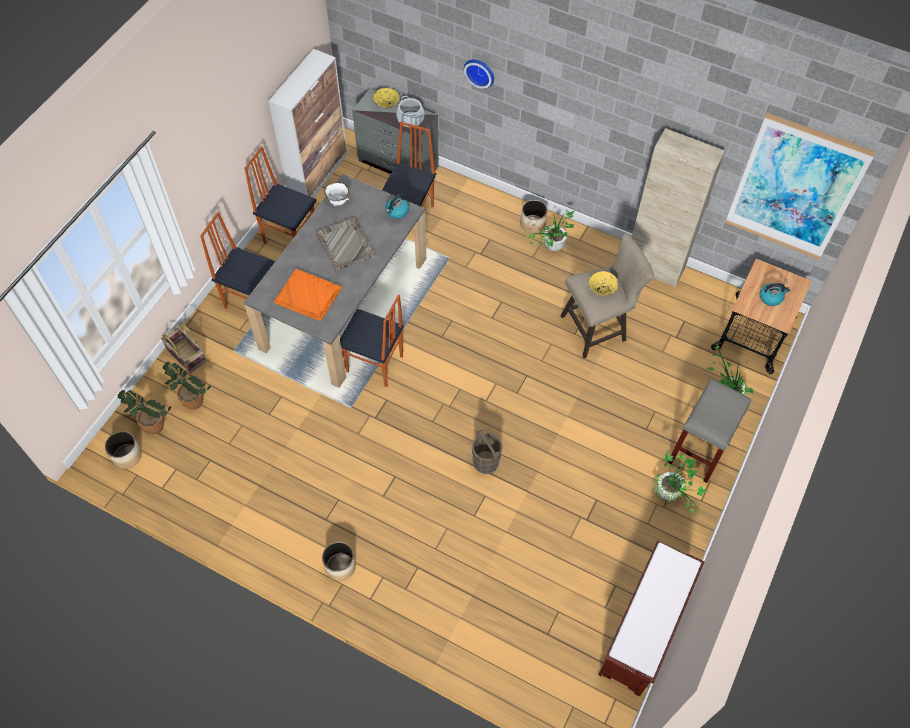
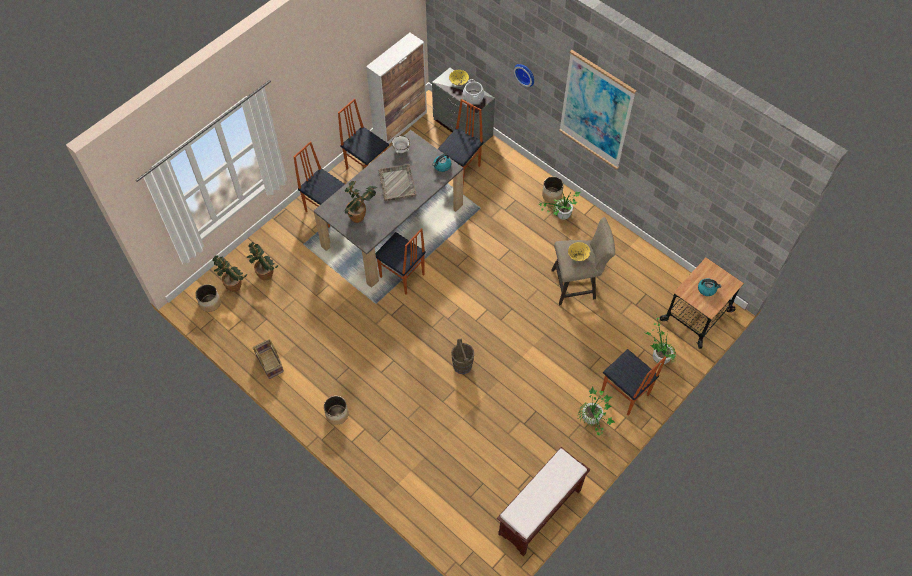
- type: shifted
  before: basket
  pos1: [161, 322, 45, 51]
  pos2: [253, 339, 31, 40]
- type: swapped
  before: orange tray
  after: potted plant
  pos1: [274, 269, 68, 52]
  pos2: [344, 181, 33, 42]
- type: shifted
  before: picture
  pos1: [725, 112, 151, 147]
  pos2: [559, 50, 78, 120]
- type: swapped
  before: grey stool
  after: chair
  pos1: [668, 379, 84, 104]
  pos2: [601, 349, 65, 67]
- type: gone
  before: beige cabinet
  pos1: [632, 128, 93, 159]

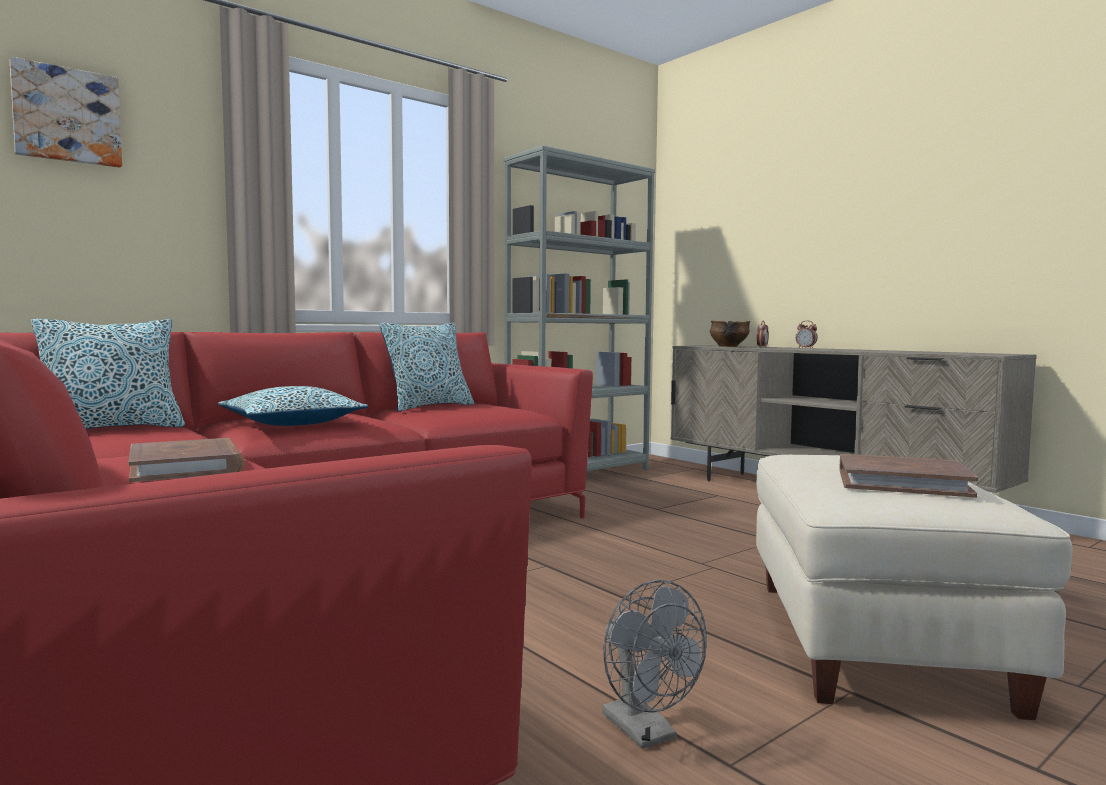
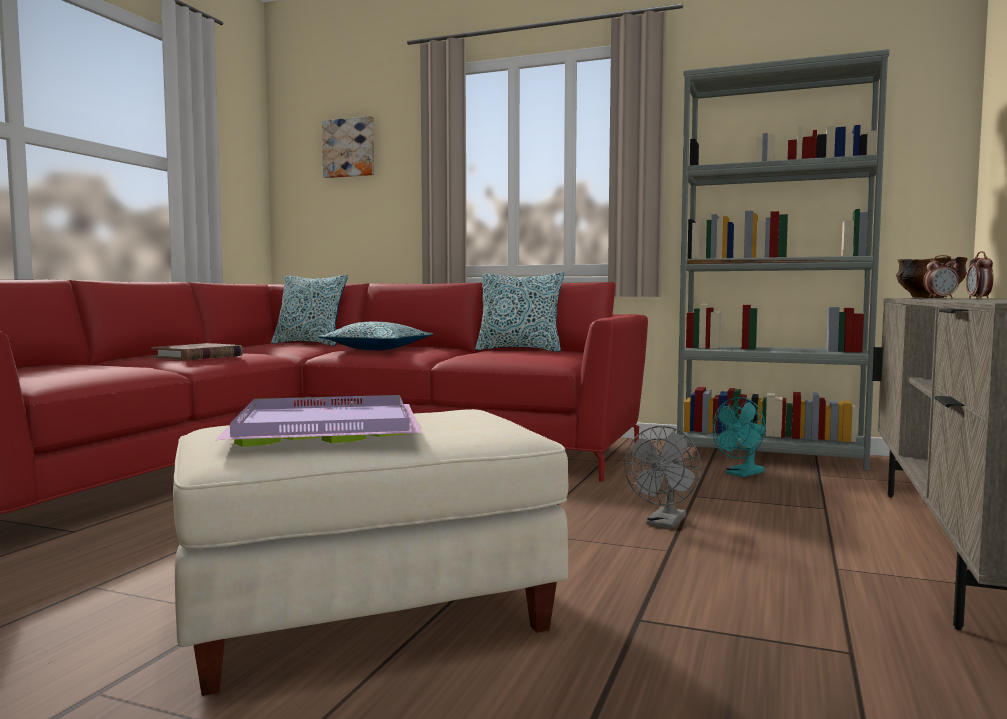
- type: swapped
  before: brown book
  after: purple tray
  pos1: [840, 454, 138, 44]
  pos2: [215, 395, 207, 52]
- type: shifted
  before: grey fan
  pos1: [602, 580, 105, 169]
  pos2: [624, 426, 77, 103]
- type: new
  after: turquoise fan
  pos2: [712, 397, 53, 80]

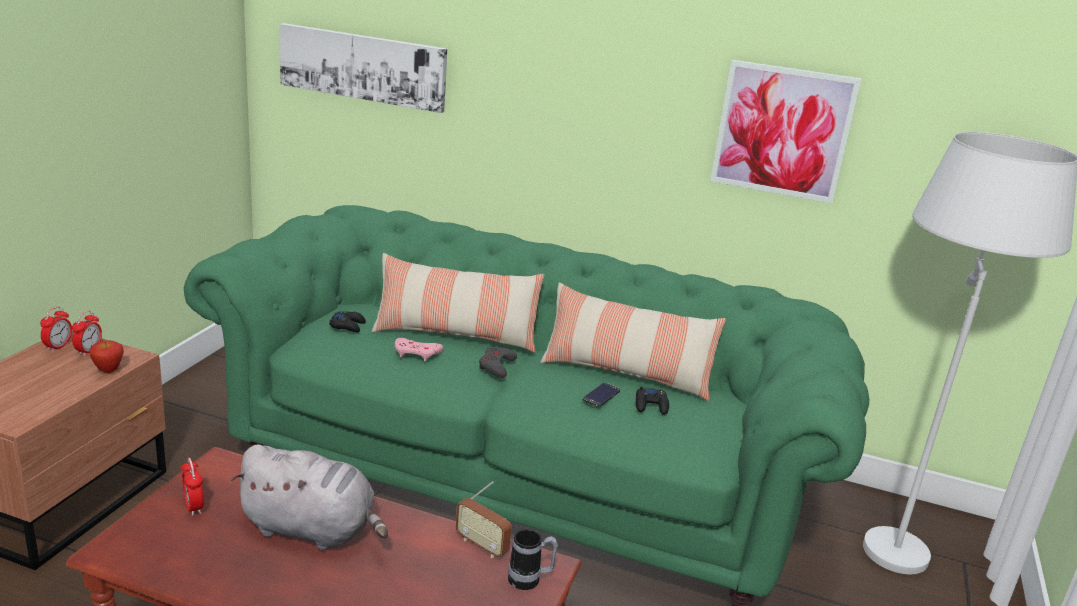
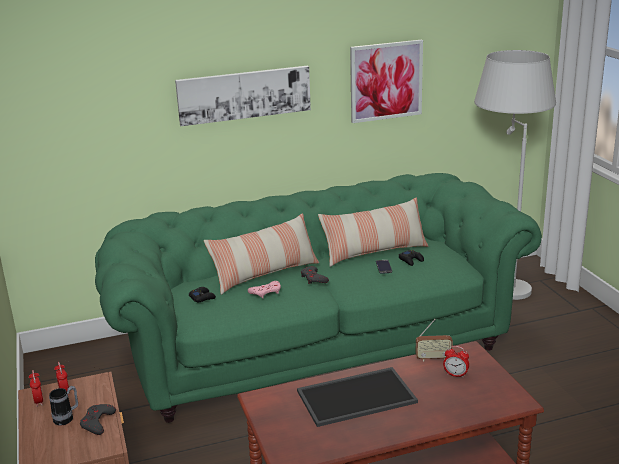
- type: shifted
  before: mug
  pos1: [508, 529, 50, 61]
  pos2: [49, 386, 29, 40]
- type: new
  after: grey game controller
  pos2: [80, 404, 36, 31]
- type: shifted
  before: picture
  pos1: [279, 23, 168, 90]
  pos2: [175, 66, 136, 60]
- type: swapped
  before: grey plush toy
  after: tray
  pos1: [231, 445, 157, 105]
  pos2: [297, 367, 121, 60]
- type: shifted
  before: alarm clock
  pos1: [180, 458, 24, 58]
  pos2: [443, 346, 26, 32]
- type: gone
  before: apple
  pos1: [89, 340, 35, 33]

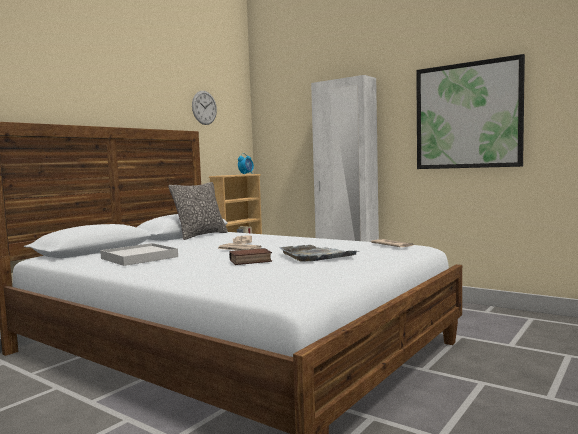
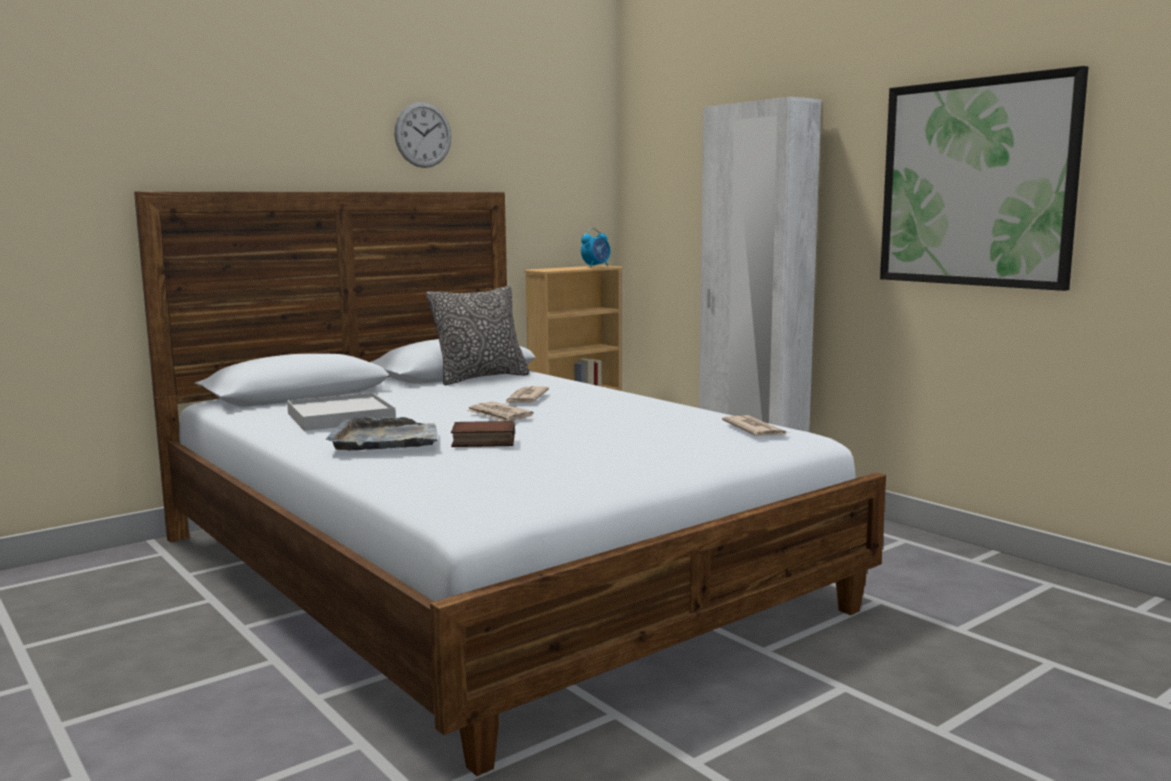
- type: shifted
  before: grey tray
  pos1: [280, 245, 77, 17]
  pos2: [326, 417, 112, 34]
- type: shifted
  before: wall clock
  pos1: [192, 91, 25, 34]
  pos2: [394, 102, 57, 66]

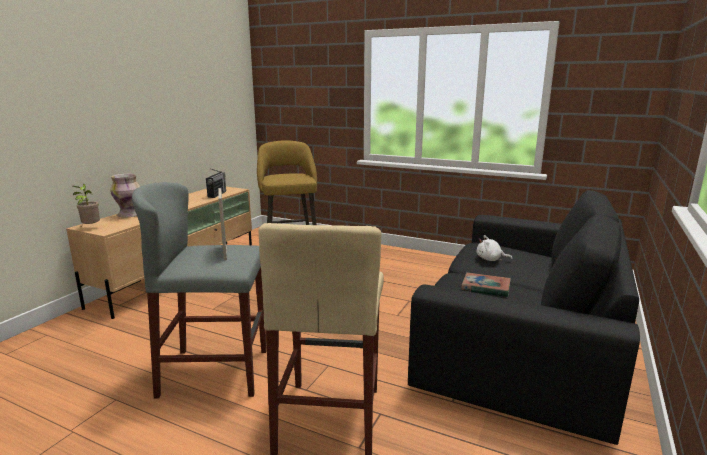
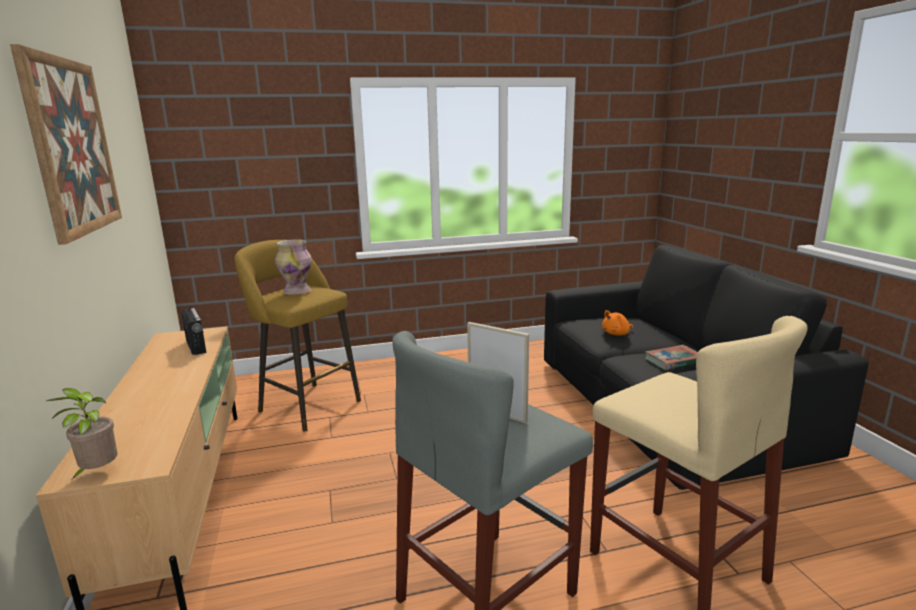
- type: new
  after: picture
  pos2: [10, 44, 112, 201]
- type: shifted
  before: vase
  pos1: [110, 174, 31, 44]
  pos2: [275, 240, 37, 55]
- type: repainted
  before: white plush toy
  after: orange plush toy
  pos1: [477, 235, 36, 26]
  pos2: [602, 310, 31, 25]

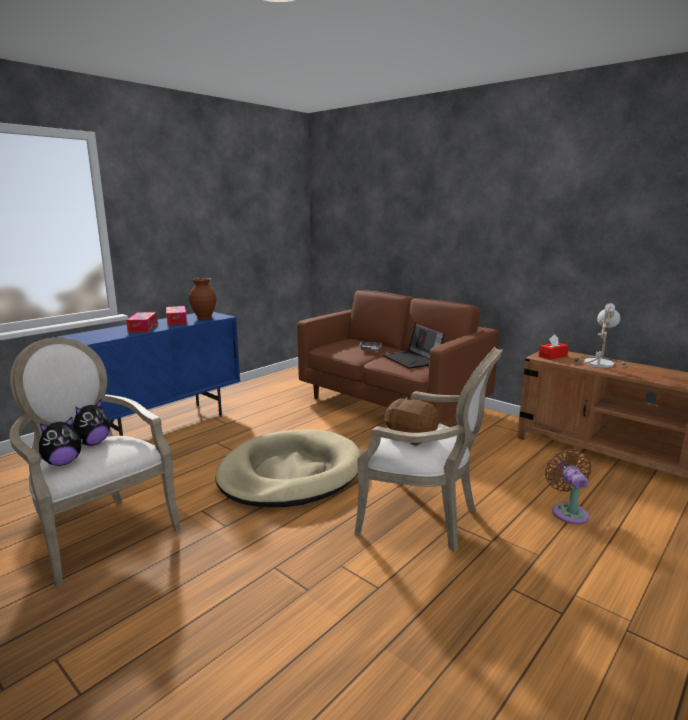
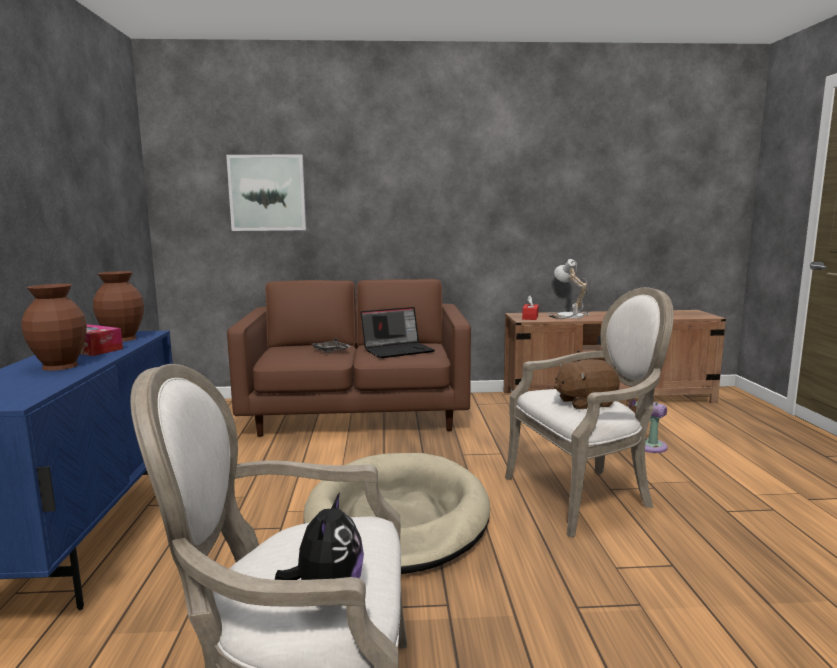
- type: swapped
  before: tissue box
  after: brown vase
  pos1: [126, 312, 32, 21]
  pos2: [21, 284, 66, 87]
- type: new
  after: picture
  pos2: [226, 155, 80, 76]
- type: rotated
  before: laptop
  pos1: [383, 322, 62, 47]
  pos2: [360, 307, 75, 51]
  turn: -45
- type: gone
  before: plush toy
  pos1: [73, 400, 37, 46]

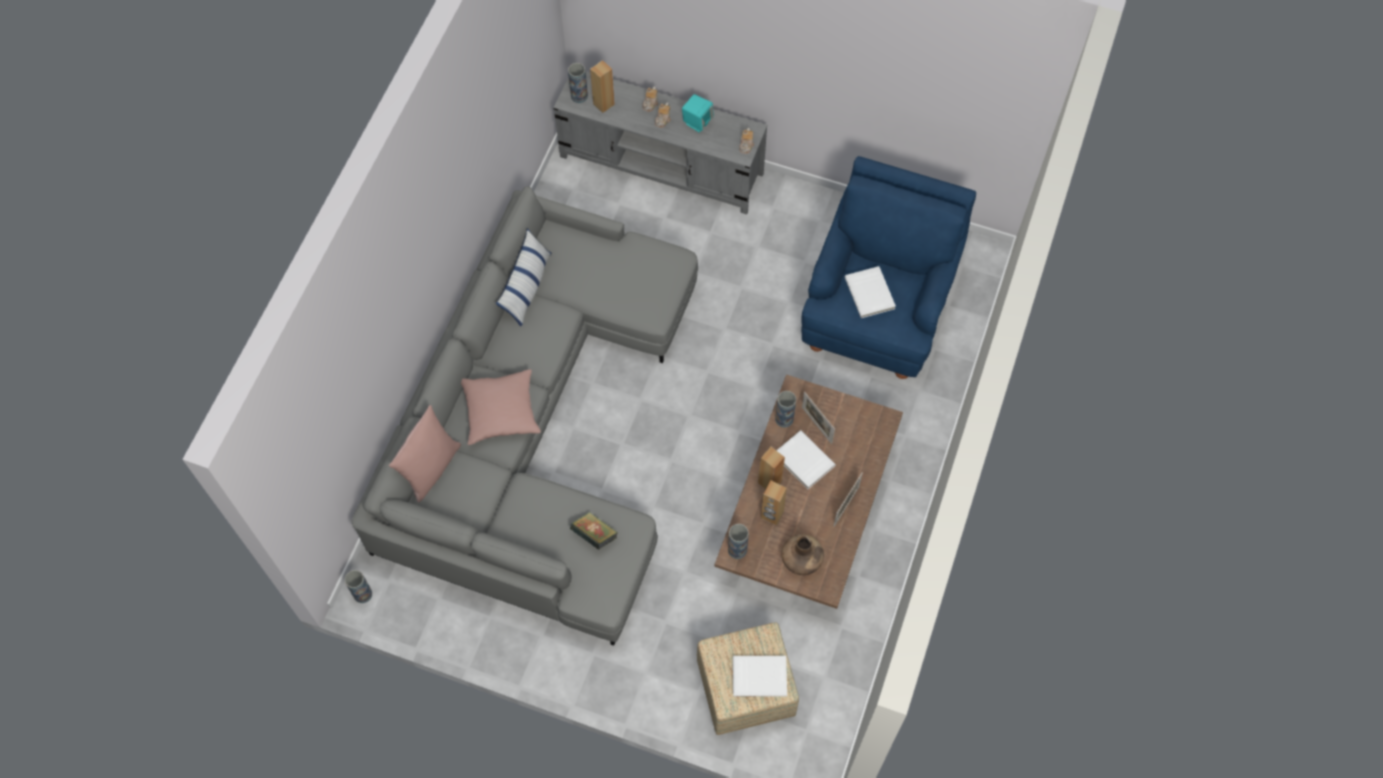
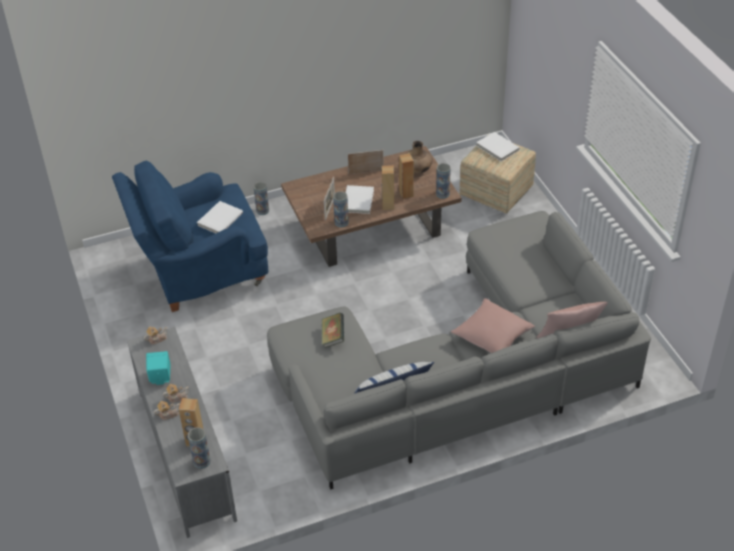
- type: shifted
  before: vase
  pos1: [345, 570, 27, 33]
  pos2: [254, 182, 15, 33]
- type: shifted
  before: book
  pos1: [570, 512, 48, 38]
  pos2: [322, 313, 22, 35]

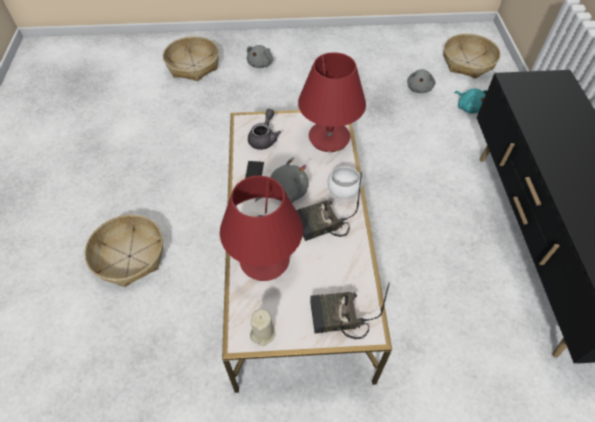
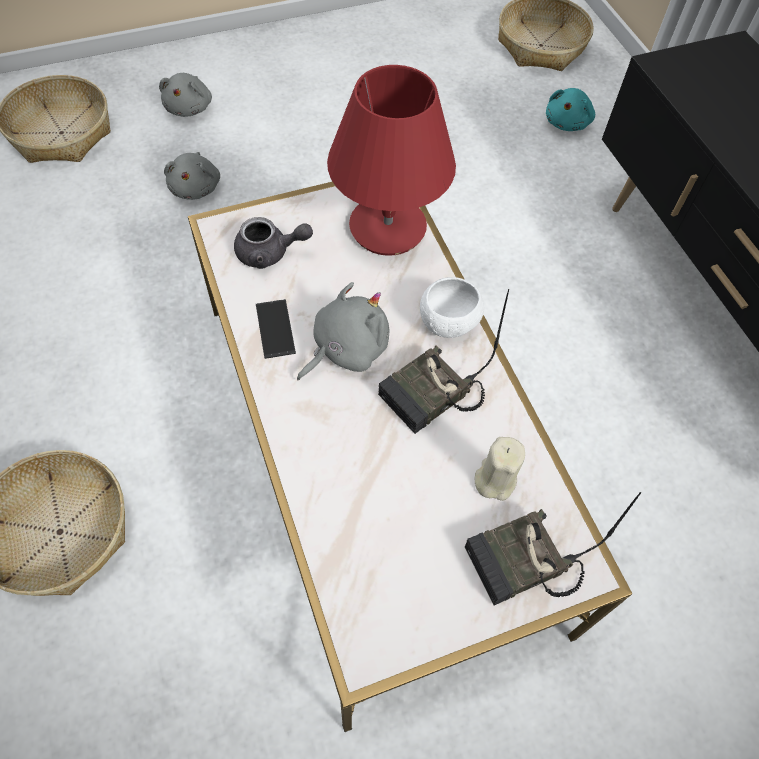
- type: shifted
  before: grey plush toy
  pos1: [407, 69, 28, 24]
  pos2: [164, 152, 56, 48]
- type: rotated
  before: grey teapot
  pos1: [248, 109, 33, 41]
  pos2: [234, 217, 79, 52]
  turn: 90
- type: shifted
  before: beige candle
  pos1: [250, 308, 26, 38]
  pos2: [475, 437, 50, 64]
- type: rotated
  before: turquoise plush toy
  pos1: [455, 88, 32, 25]
  pos2: [546, 88, 49, 43]
  turn: 75
- type: gone
  before: red table lamp
  pos1: [220, 176, 83, 105]

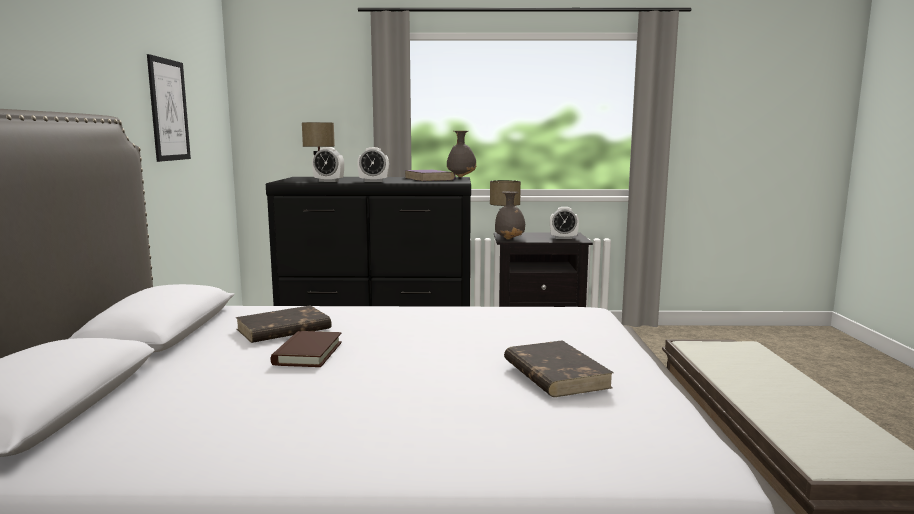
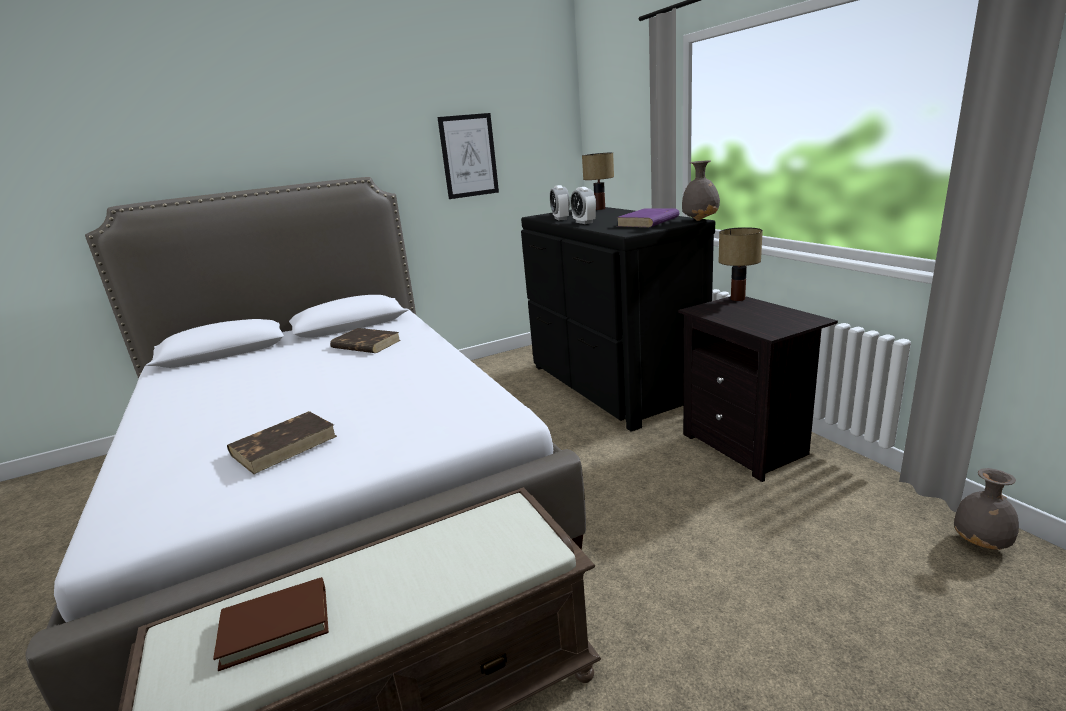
- type: shifted
  before: brown book
  pos1: [271, 331, 71, 36]
  pos2: [213, 577, 116, 94]
- type: shifted
  before: grey vase
  pos1: [495, 191, 30, 49]
  pos2: [954, 468, 65, 82]
- type: gone
  before: alarm clock
  pos1: [550, 207, 29, 32]

